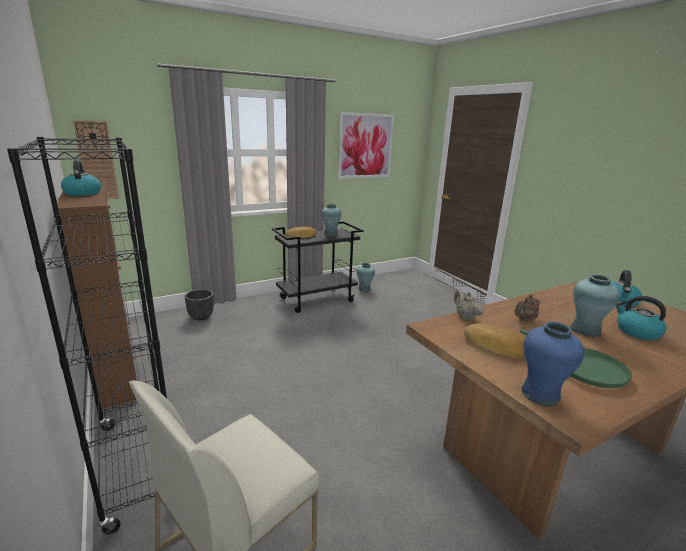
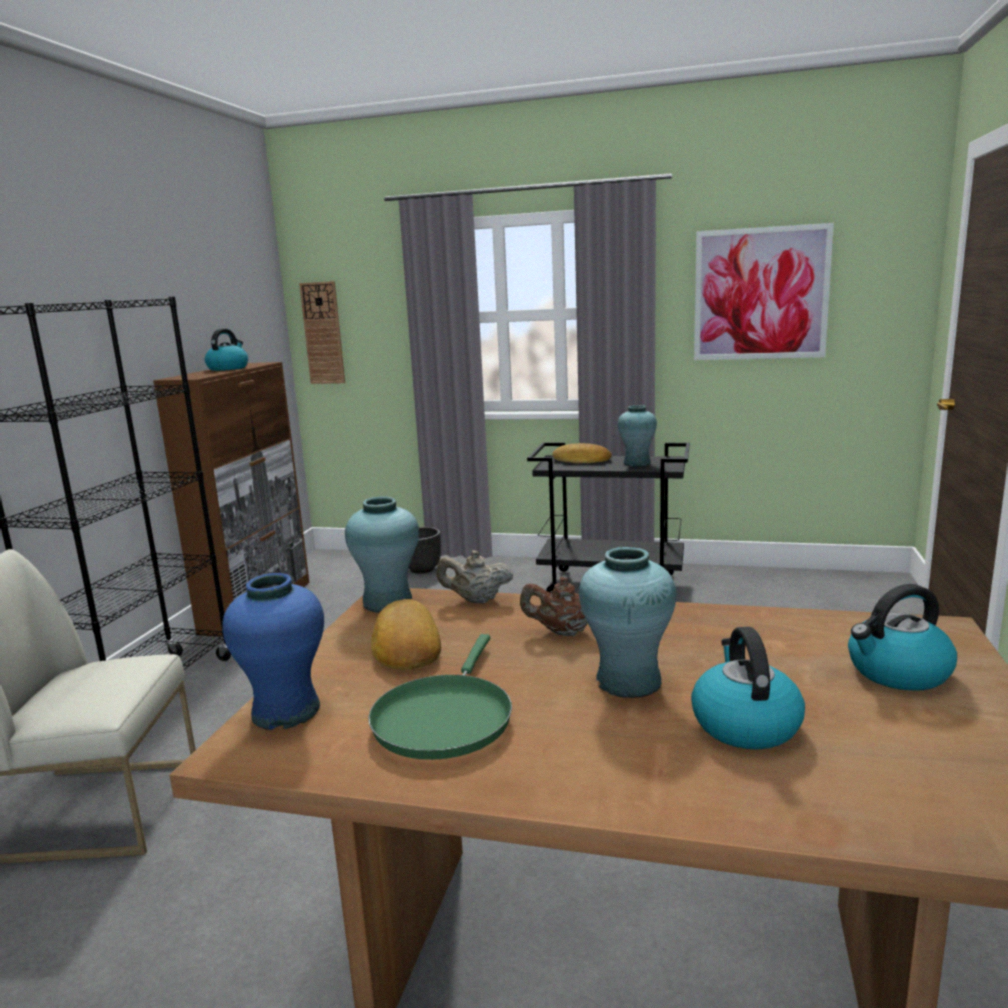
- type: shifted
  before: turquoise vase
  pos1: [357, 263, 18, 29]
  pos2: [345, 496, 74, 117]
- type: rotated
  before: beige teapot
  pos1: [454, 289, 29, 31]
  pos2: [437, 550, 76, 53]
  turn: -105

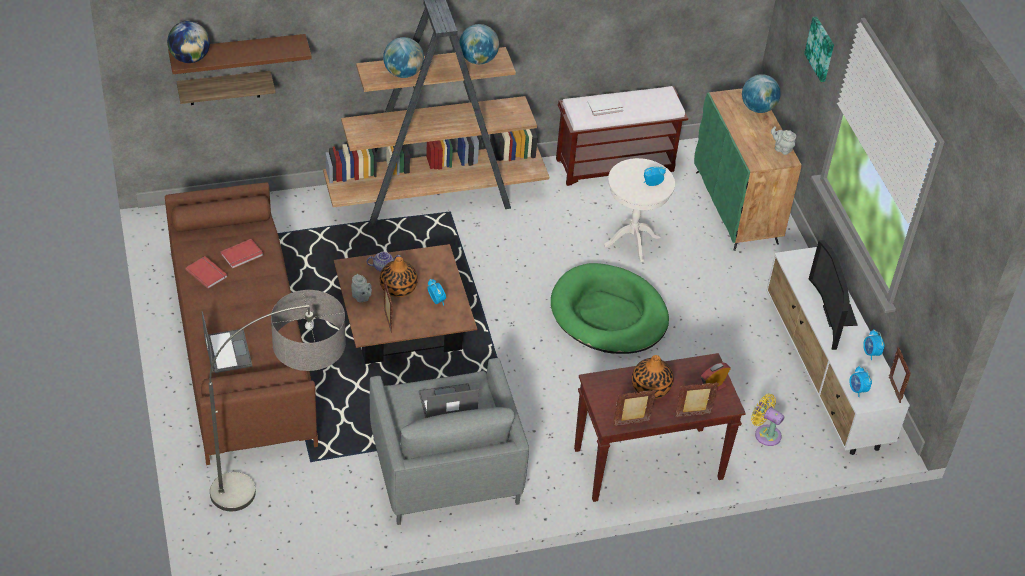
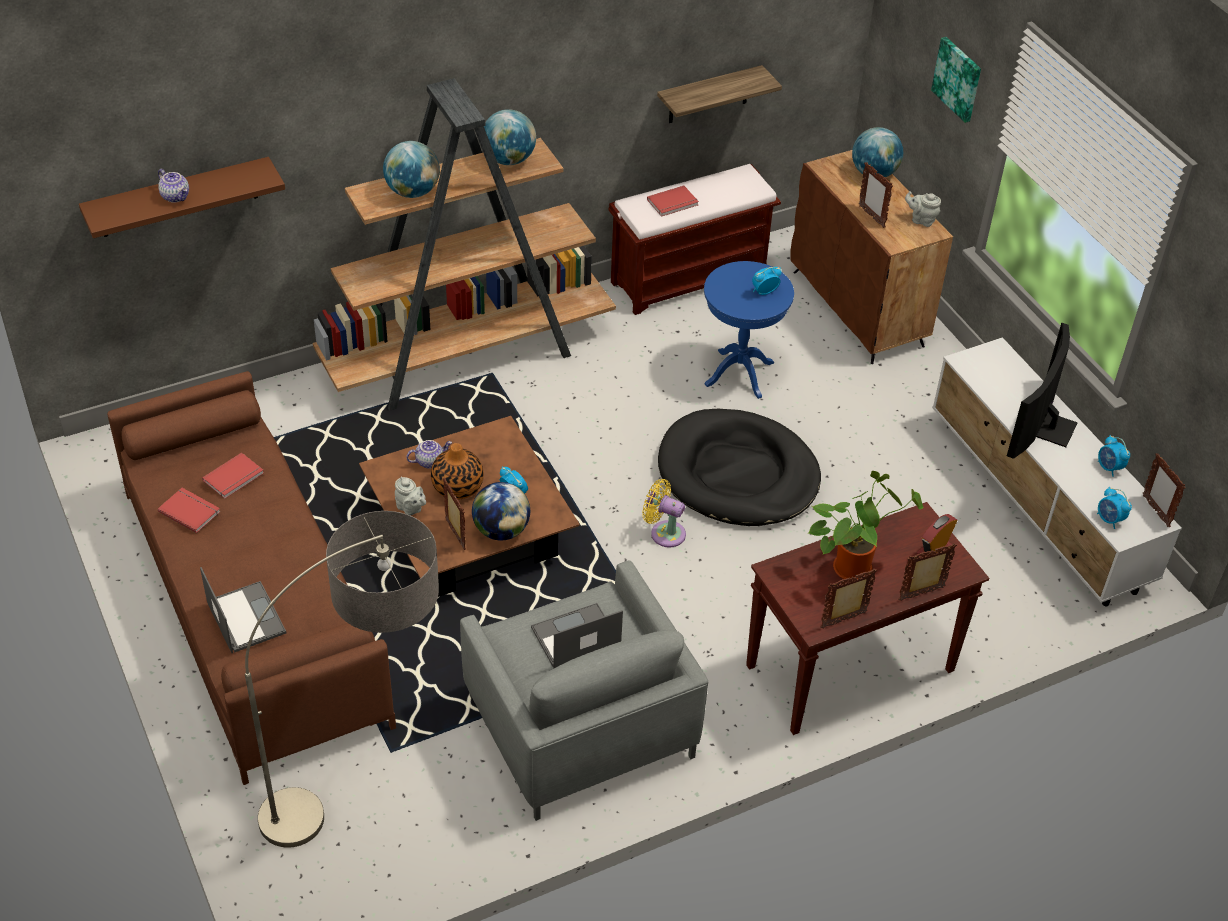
- type: new
  after: teapot
  pos2: [158, 169, 31, 34]
- type: shifted
  before: globe
  pos1: [167, 21, 43, 42]
  pos2: [472, 482, 58, 58]
- type: shifted
  before: yellow fan
  pos1: [751, 394, 33, 52]
  pos2: [642, 479, 44, 69]
- type: repainted
  before: white book
  after: red book
  pos1: [587, 95, 37, 21]
  pos2: [647, 185, 52, 32]
- type: shifted
  before: shelf
  pos1: [177, 71, 98, 34]
  pos2: [657, 65, 125, 58]
- type: repainted
  before: green dog bed
  after: black dog bed
  pos1: [551, 263, 118, 91]
  pos2: [658, 409, 163, 117]
- type: repainted
  before: white side table
  after: blue side table
  pos1: [604, 158, 71, 104]
  pos2: [704, 261, 90, 138]
- type: repainted
  before: green cabinet
  after: brown cabinet
  pos1: [694, 88, 108, 163]
  pos2: [790, 150, 163, 214]
- type: swapped
  before: vase
  after: potted plant
  pos1: [632, 355, 42, 44]
  pos2: [808, 471, 116, 108]
- type: new
  after: picture frame
  pos2: [859, 162, 34, 66]
- type: rotated
  before: television
  pos1: [809, 240, 49, 110]
  pos2: [1007, 322, 71, 137]
  turn: 45

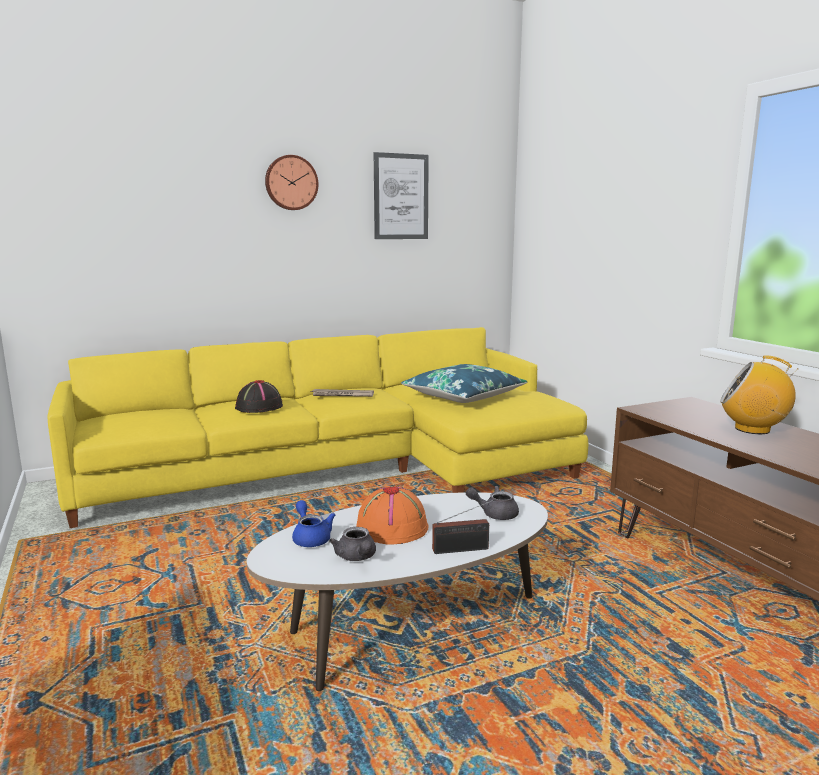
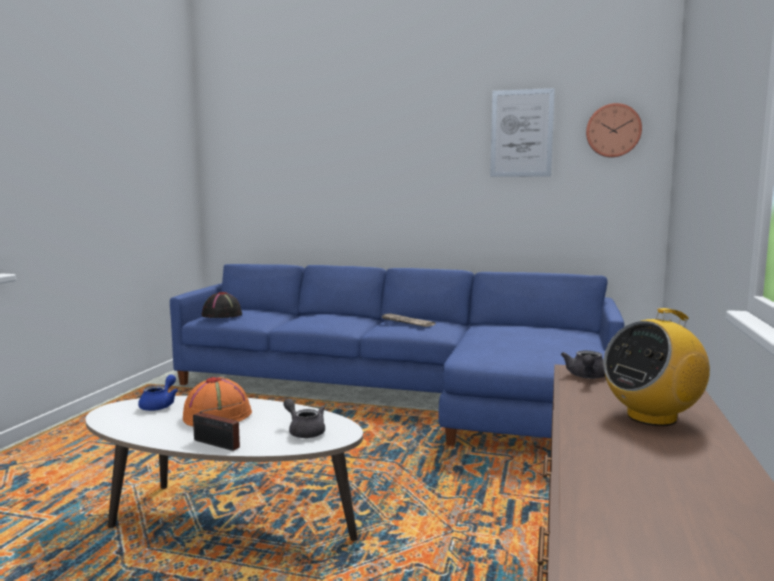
- type: repainted
  before: yellow sofa
  after: blue sofa
  pos1: [48, 327, 540, 201]
  pos2: [170, 264, 455, 182]
- type: shifted
  before: black hat
  pos1: [235, 380, 48, 33]
  pos2: [202, 292, 40, 26]
- type: shifted
  before: grey teapot
  pos1: [329, 527, 47, 34]
  pos2: [561, 351, 44, 28]
- type: shifted
  before: wall clock
  pos1: [265, 155, 54, 55]
  pos2: [586, 103, 56, 55]
- type: rotated
  before: radio
  pos1: [720, 355, 76, 79]
  pos2: [603, 308, 107, 118]
  turn: -90
- type: gone
  before: blue pillow
  pos1: [401, 364, 127, 39]

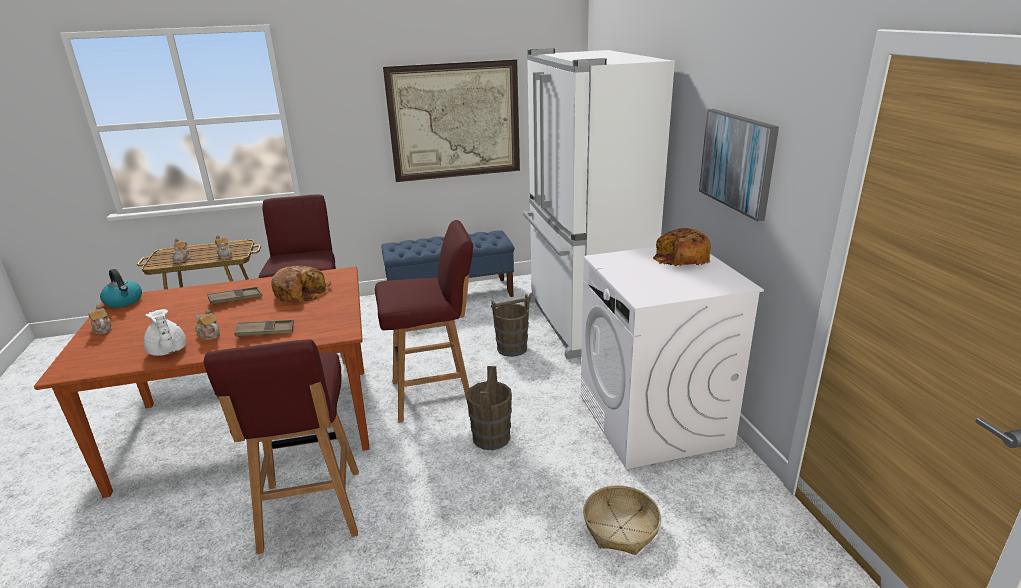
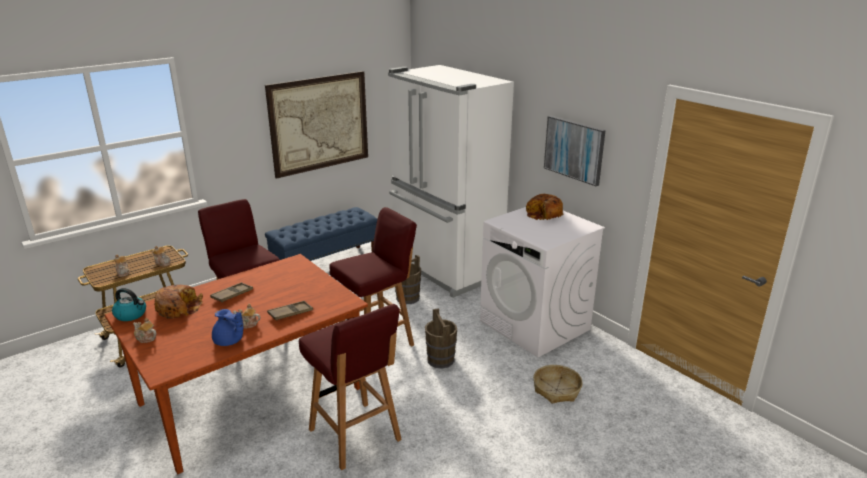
- type: shifted
  before: bread
  pos1: [271, 266, 60, 36]
  pos2: [154, 285, 49, 34]
- type: repainted
  before: white teapot
  after: blue teapot
  pos1: [144, 309, 42, 47]
  pos2: [212, 309, 31, 37]

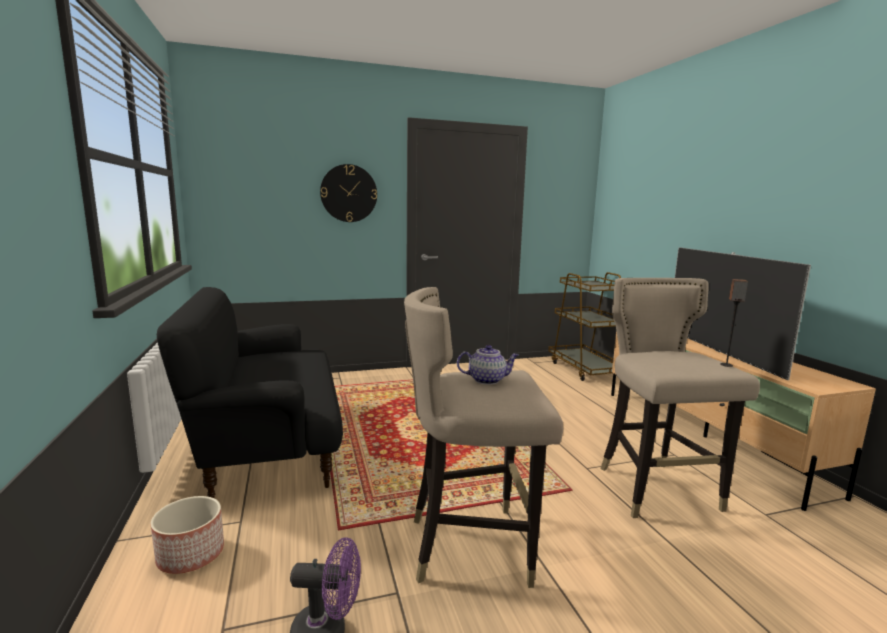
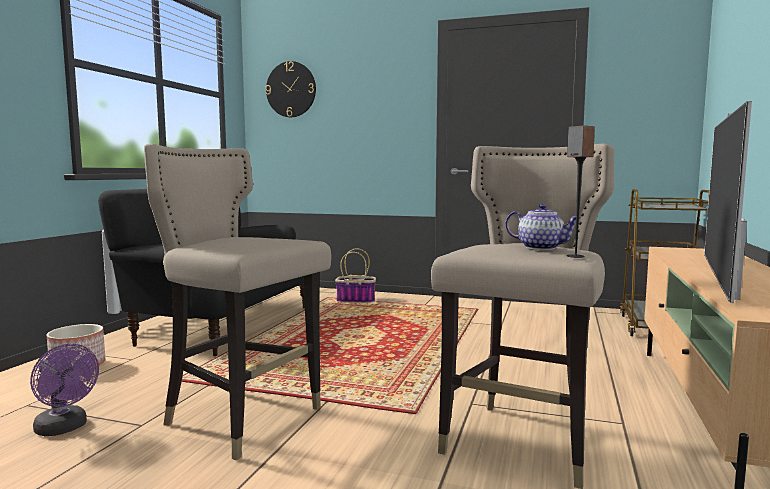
- type: shifted
  before: wall clock
  pos1: [320, 164, 57, 58]
  pos2: [265, 61, 51, 56]
- type: new
  after: basket
  pos2: [335, 248, 41, 55]
- type: shifted
  before: teapot
  pos1: [457, 345, 62, 40]
  pos2: [505, 204, 76, 46]

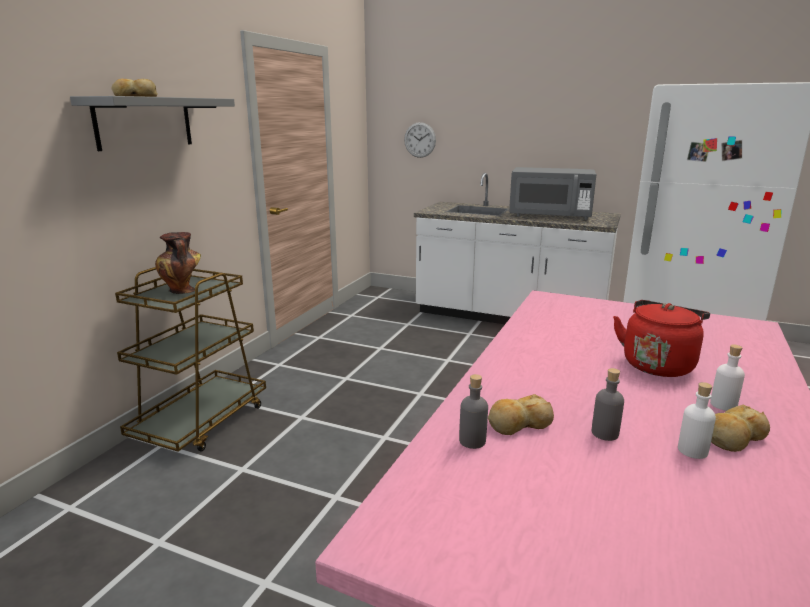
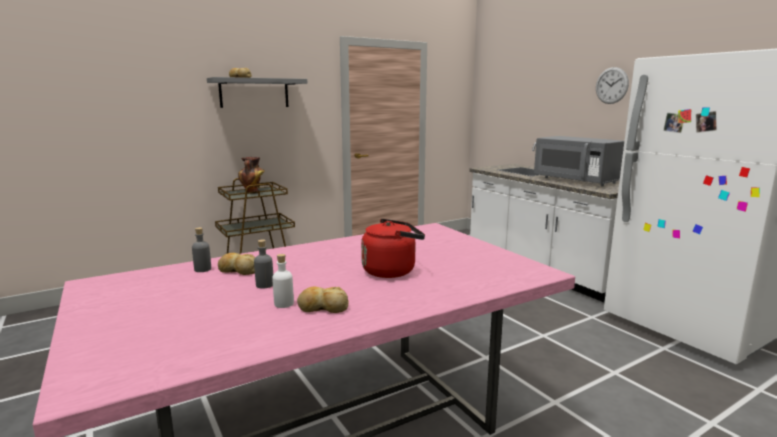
- type: shifted
  before: wall clock
  pos1: [404, 122, 32, 36]
  pos2: [596, 67, 33, 37]
- type: gone
  before: white bottle
  pos1: [710, 345, 35, 66]

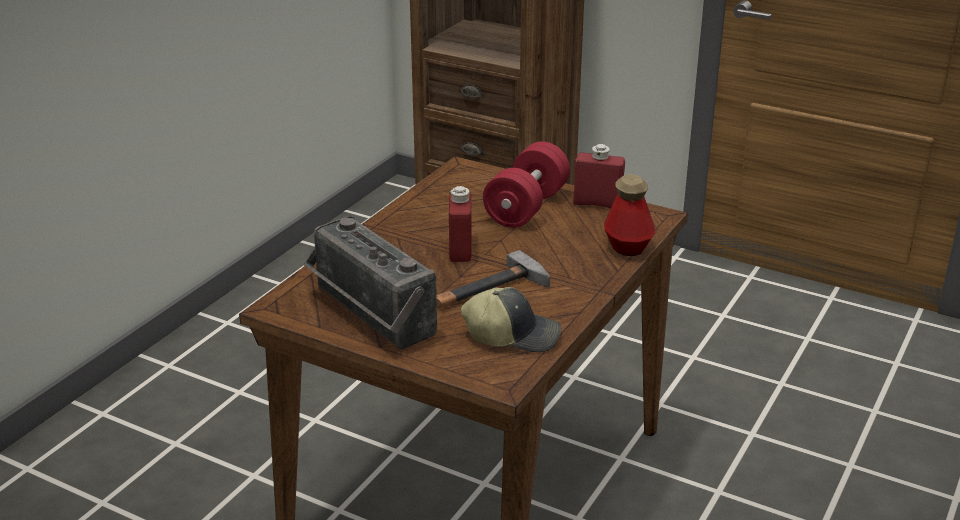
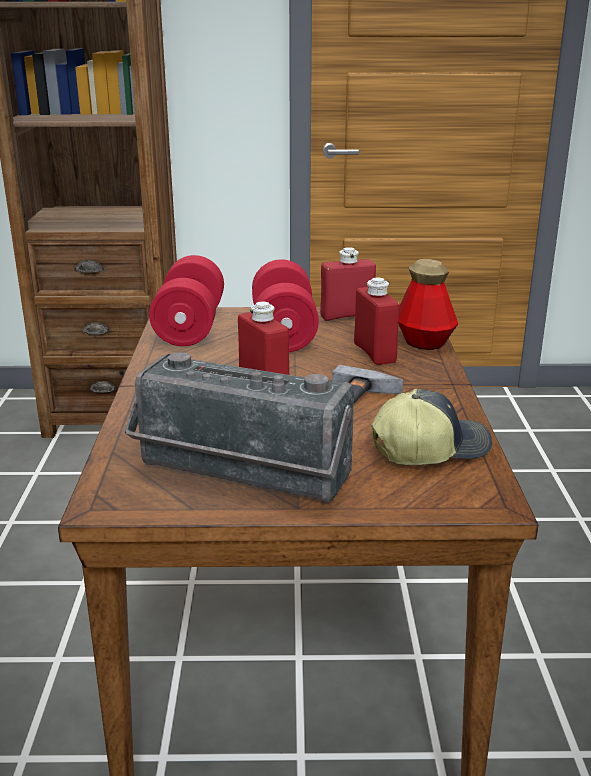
- type: new
  after: red dumbbell
  pos2: [149, 255, 75, 91]
- type: new
  after: red bottle
  pos2: [354, 277, 45, 88]

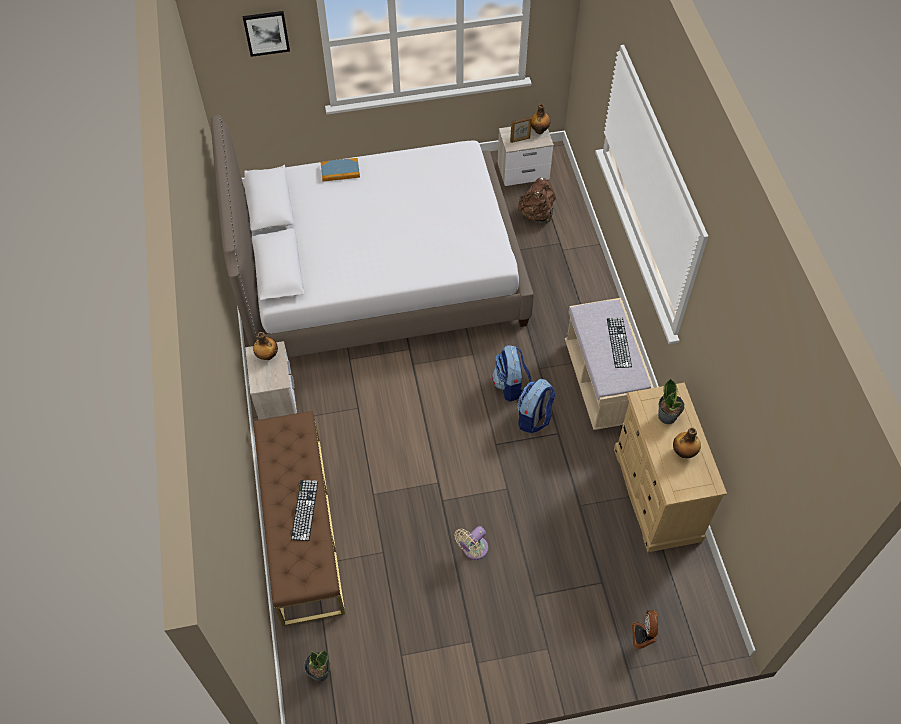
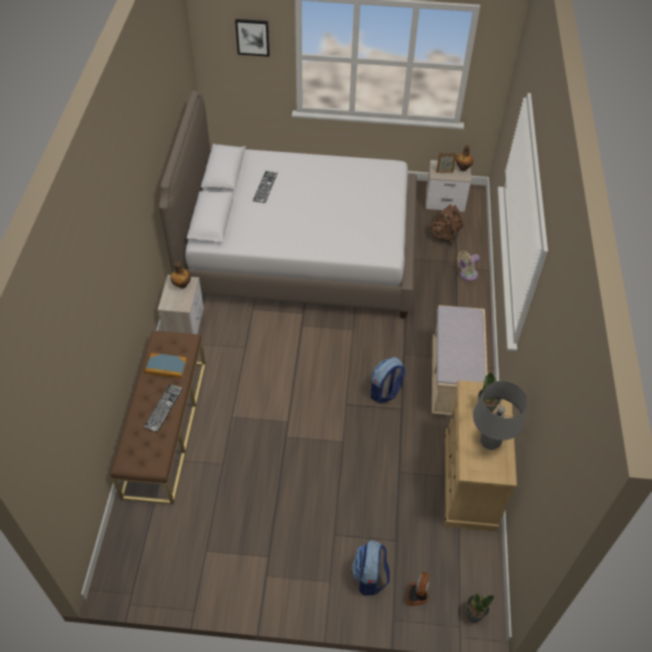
- type: shifted
  before: book
  pos1: [321, 158, 39, 24]
  pos2: [145, 353, 42, 25]
- type: shifted
  before: keyboard
  pos1: [607, 317, 25, 51]
  pos2: [253, 171, 24, 32]
- type: shifted
  before: backpack
  pos1: [492, 345, 39, 57]
  pos2: [351, 540, 39, 55]
- type: shifted
  before: beige fan
  pos1: [454, 526, 34, 34]
  pos2: [457, 251, 23, 30]
- type: shifted
  before: potted plant
  pos1: [304, 650, 26, 32]
  pos2: [466, 593, 28, 29]
- type: swapped
  before: bottle
  after: grey table lamp
  pos1: [673, 428, 28, 30]
  pos2: [473, 381, 55, 69]

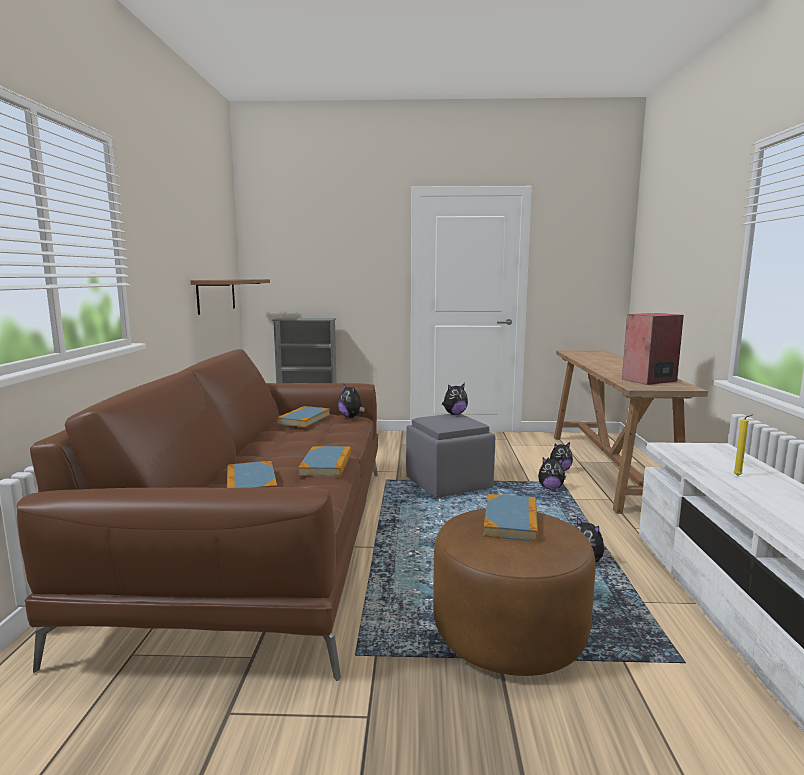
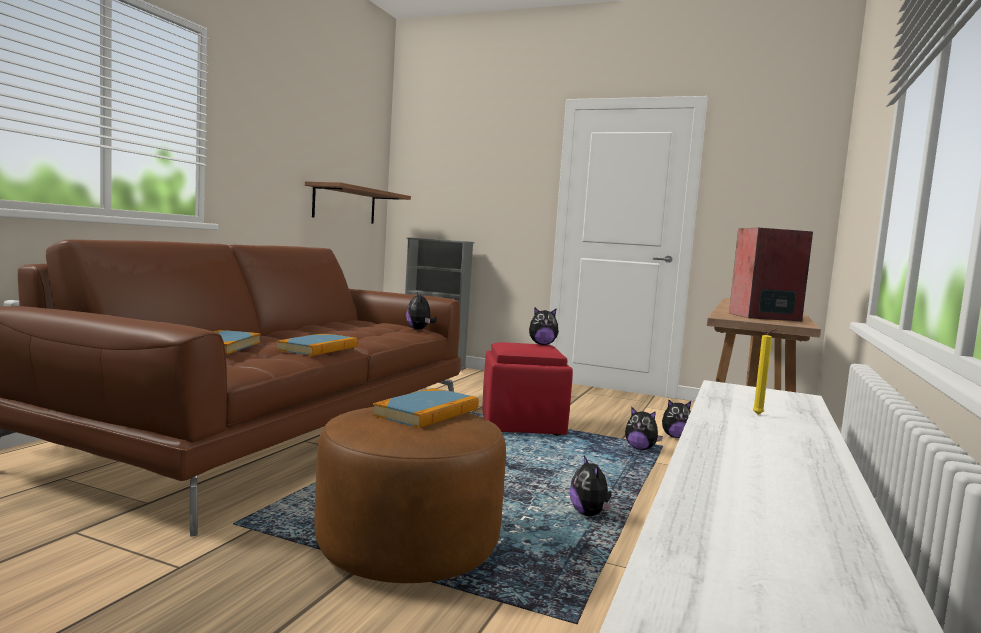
- type: repainted
  before: grey ottoman
  after: red ottoman
  pos1: [406, 414, 89, 84]
  pos2: [482, 342, 91, 93]
- type: gone
  before: book
  pos1: [277, 406, 53, 21]

